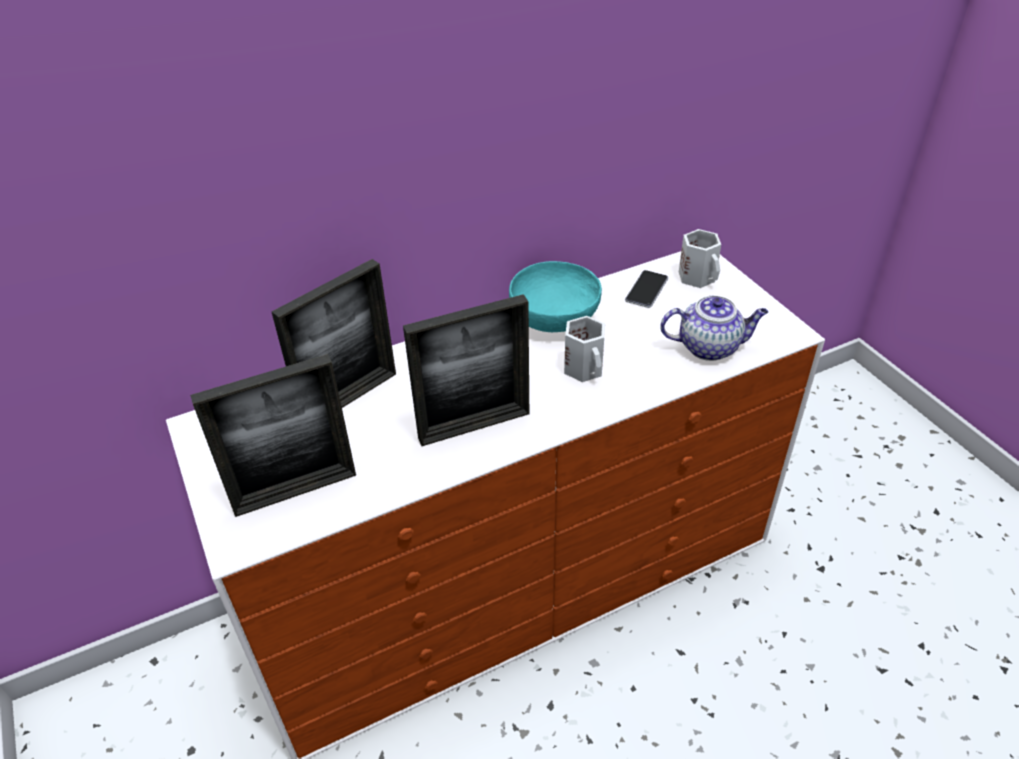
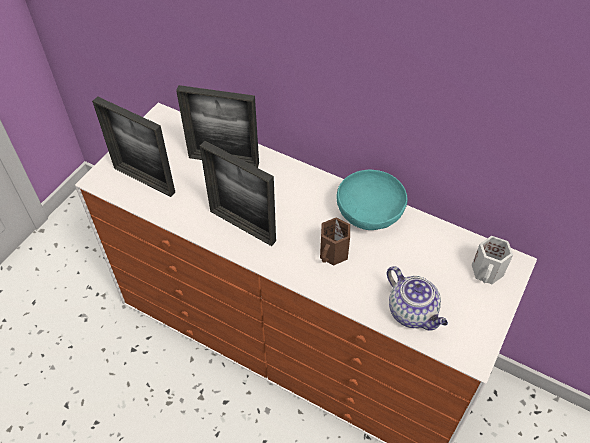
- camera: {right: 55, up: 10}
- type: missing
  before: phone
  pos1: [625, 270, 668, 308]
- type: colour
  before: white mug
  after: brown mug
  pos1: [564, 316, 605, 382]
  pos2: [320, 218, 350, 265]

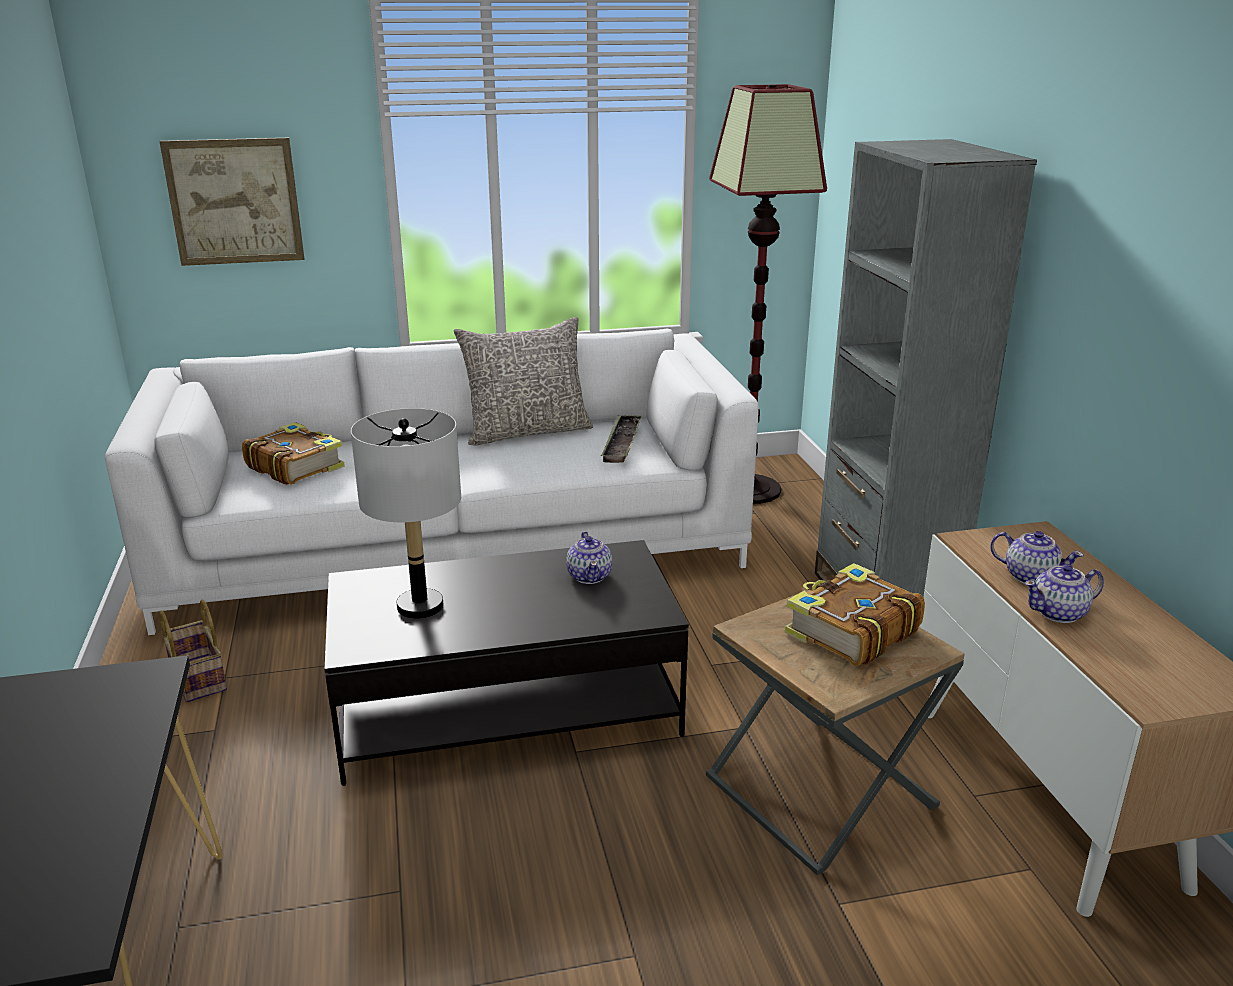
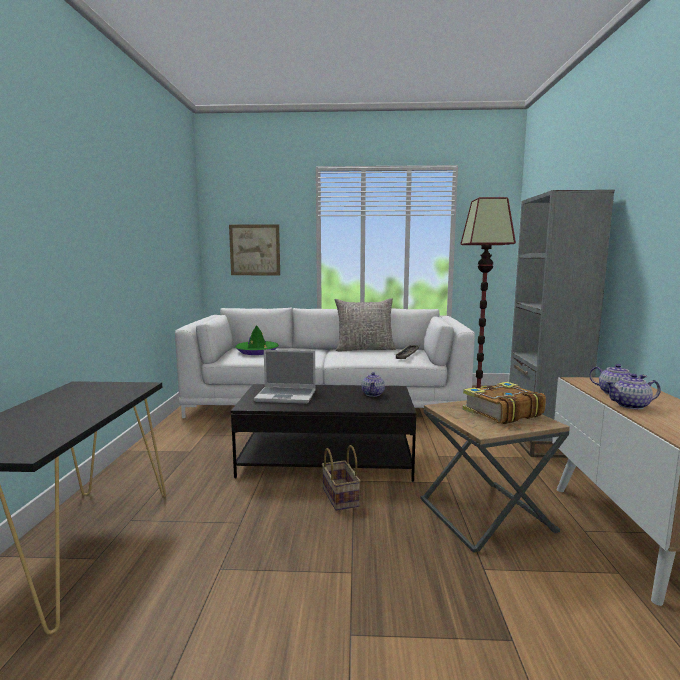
- camera: {right: 15, up: -15}
- type: relocated
  before: basket
  pos1: [159, 599, 227, 703]
  pos2: [322, 445, 361, 511]
- type: exchanged
  before: book
  after: green hat
  pos1: [242, 422, 345, 485]
  pos2: [235, 325, 279, 355]
- type: exchanged
  before: grey table lamp
  after: laptop
  pos1: [351, 408, 461, 619]
  pos2: [254, 350, 316, 404]

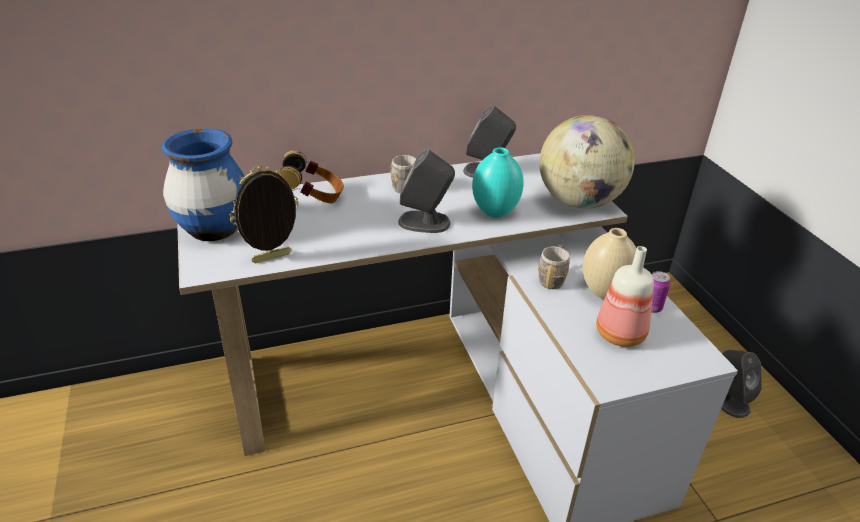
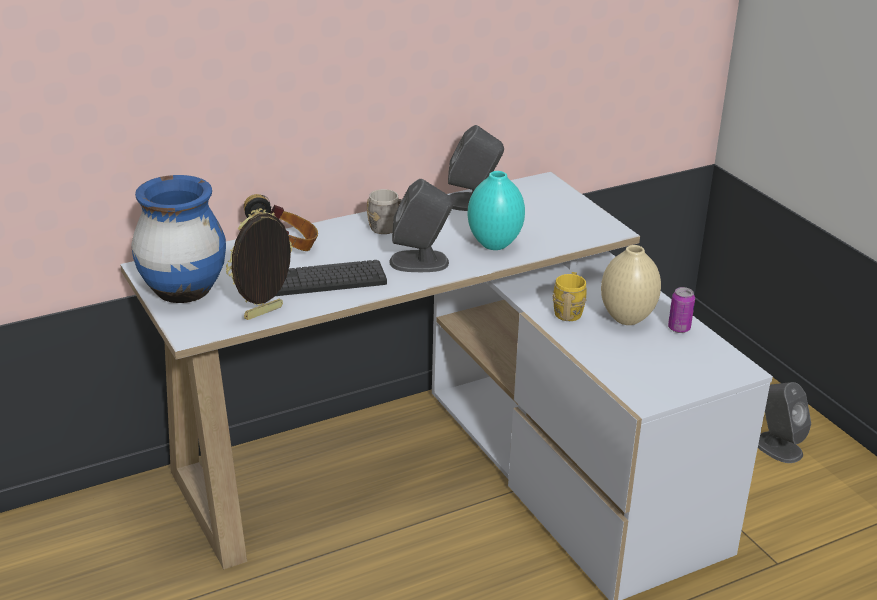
- camera: {right: -10, up: -5}
- type: missing
  before: globe
  pos1: [539, 115, 635, 209]
- type: missing
  before: bottle
  pos1: [596, 246, 654, 347]
- type: appeared
  after: keyboard
  pos2: [275, 260, 387, 296]
- type: colour
  before: grey mug
  after: yellow mug
  pos1: [538, 244, 570, 289]
  pos2: [552, 272, 586, 321]

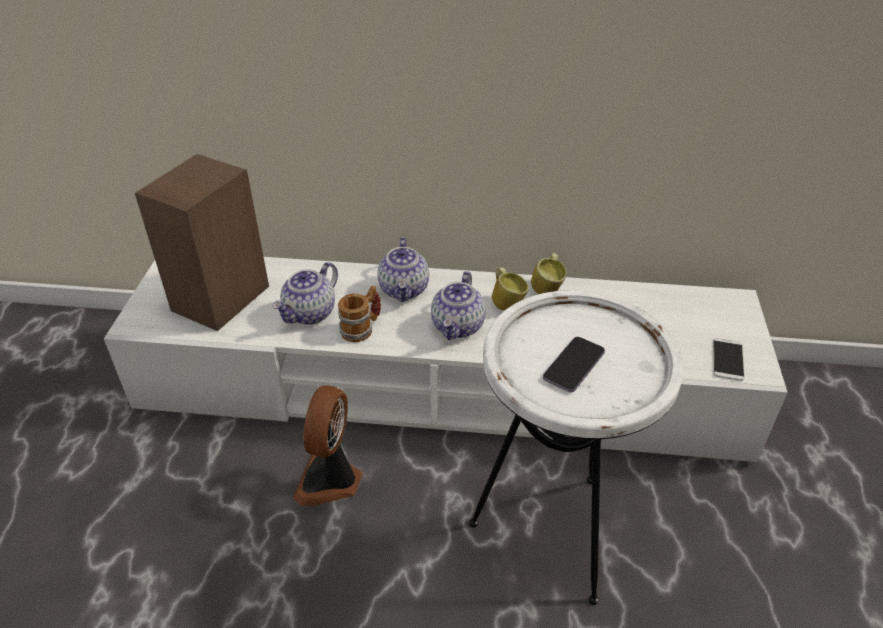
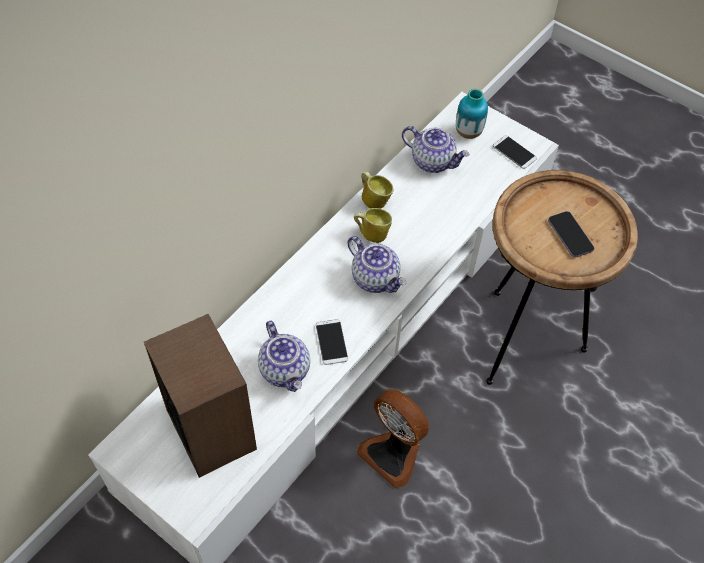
- camera: {right: -60, up: 15}
- type: appeared
  after: vase
  pos2: [456, 89, 488, 139]
- type: relocated
  before: teapot
  pos1: [378, 237, 429, 302]
  pos2: [402, 126, 470, 173]
- type: exchanged
  before: mug
  after: phone
  pos1: [338, 285, 381, 342]
  pos2: [316, 319, 348, 365]
- type: colour
  before: white side table
  after: brown side table
  pos1: [469, 290, 683, 605]
  pos2: [486, 170, 638, 385]

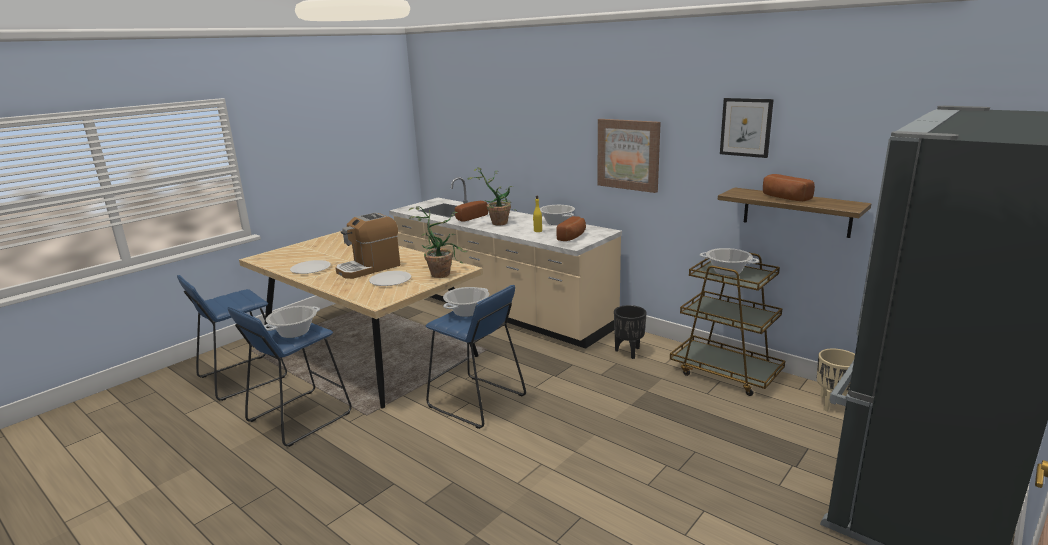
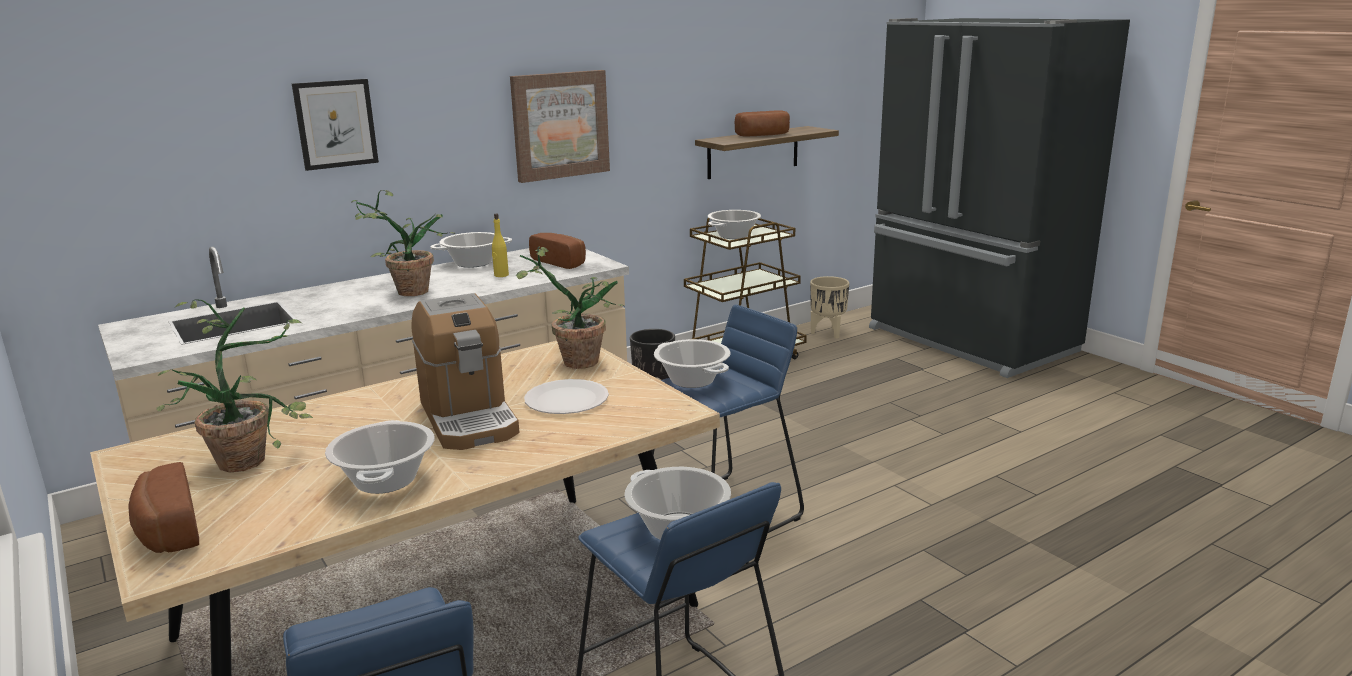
- camera: {right: -75, up: 0}
- type: appeared
  after: potted plant
  pos2: [156, 299, 313, 473]
- type: relocated
  before: bread
  pos1: [455, 201, 488, 222]
  pos2: [128, 462, 199, 553]
- type: relocated
  before: picture
  pos1: [720, 98, 774, 158]
  pos2: [292, 79, 379, 171]
- type: exchanged
  before: white plate
  after: cooking pot
  pos1: [290, 260, 331, 274]
  pos2: [325, 420, 435, 494]

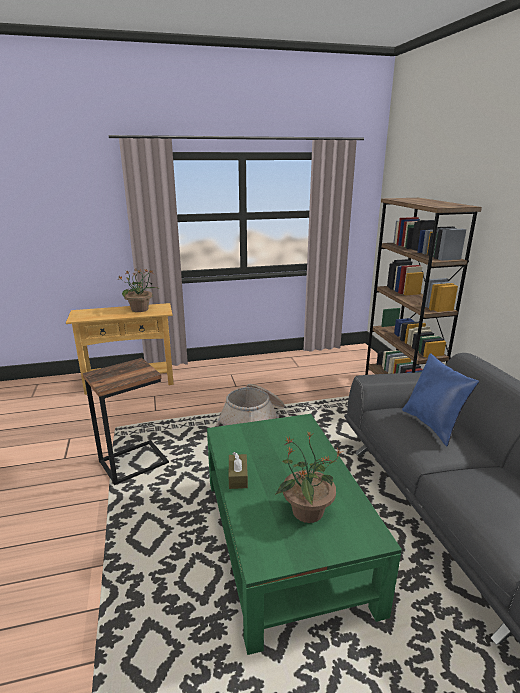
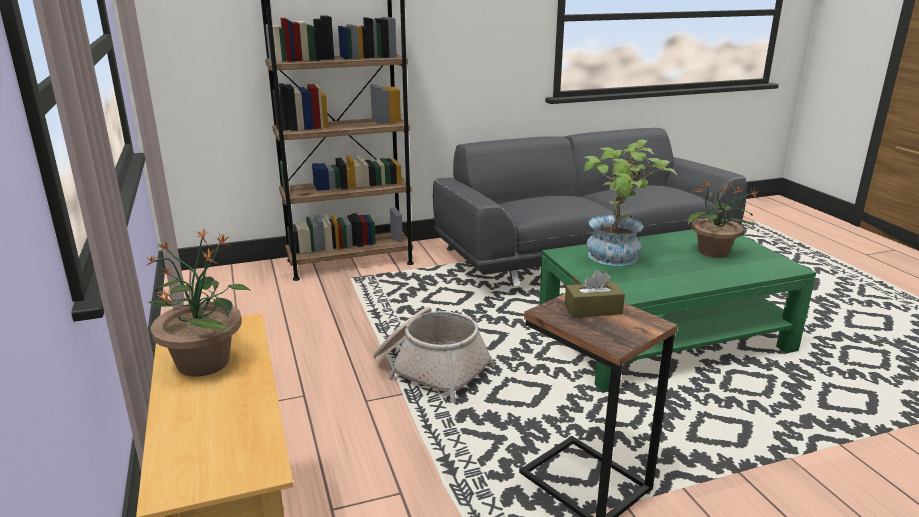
- camera: {right: -95, up: 0}
- type: missing
  before: blue pillow
  pos1: [402, 353, 479, 446]
- type: appeared
  after: potted plant
  pos2: [584, 139, 677, 266]
- type: relocated
  before: brown tissue box
  pos1: [229, 452, 248, 489]
  pos2: [565, 270, 625, 318]

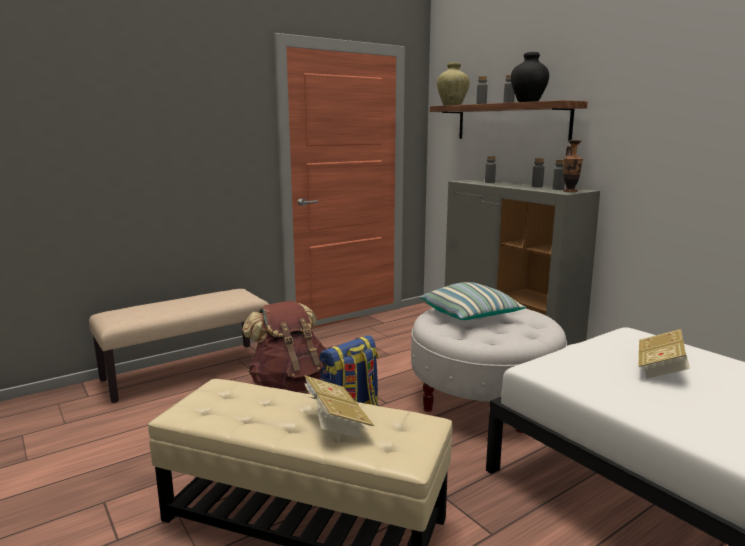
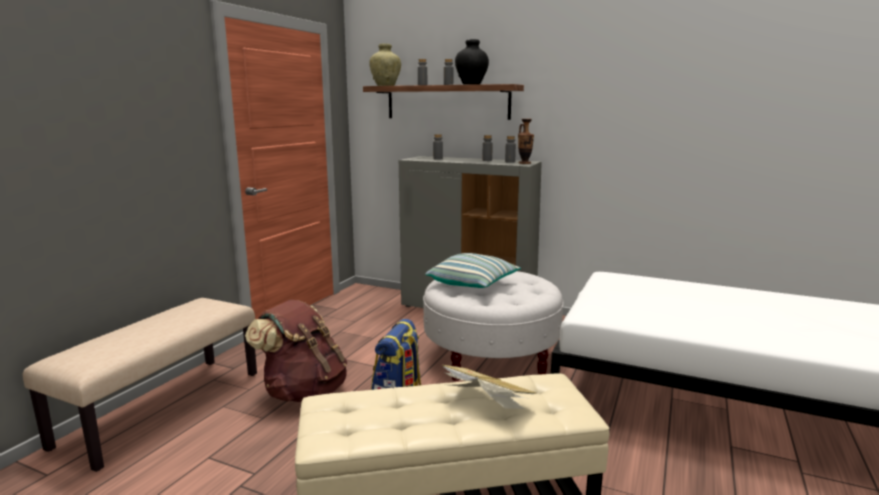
- camera: {right: -30, up: 0}
- type: missing
  before: book
  pos1: [638, 329, 690, 379]

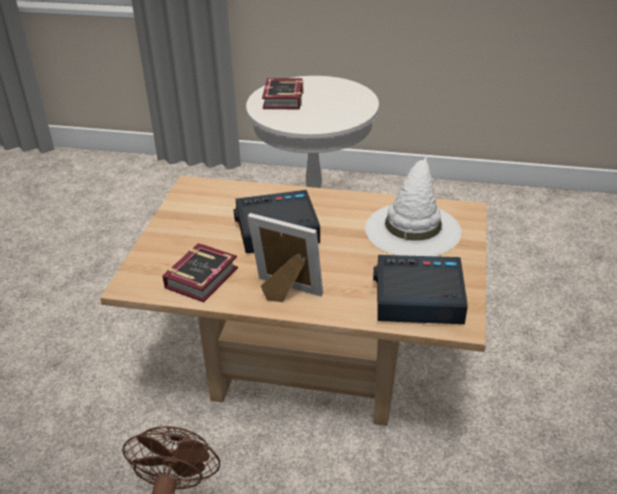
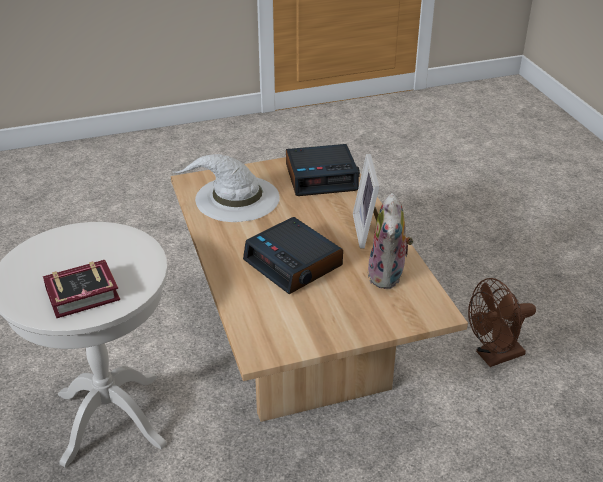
- camera: {right: -120, up: 0}
- type: exchanged
  before: book
  after: plush toy
  pos1: [163, 243, 238, 302]
  pos2: [368, 193, 414, 289]
- type: spun
  before: alarm clock
  pos1: [373, 255, 468, 324]
  pos2: [286, 144, 360, 196]
  turn: -75

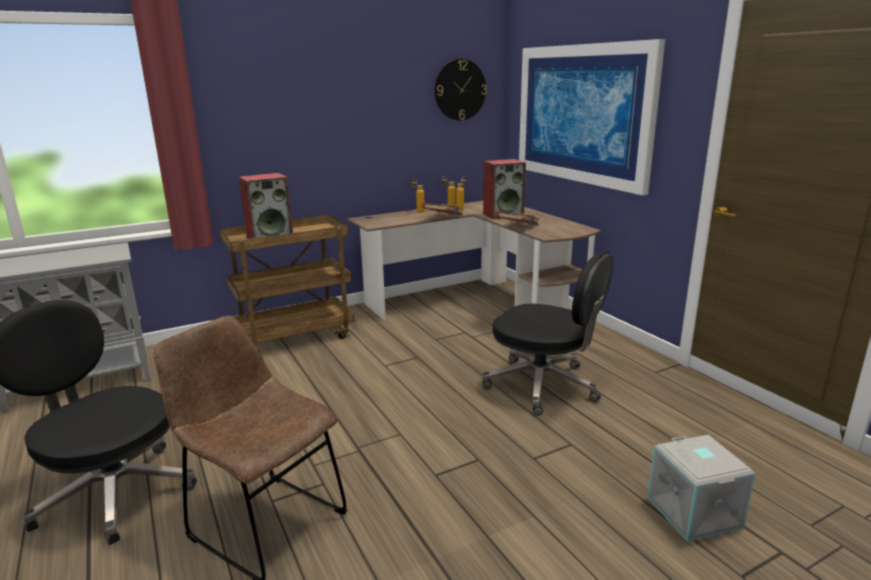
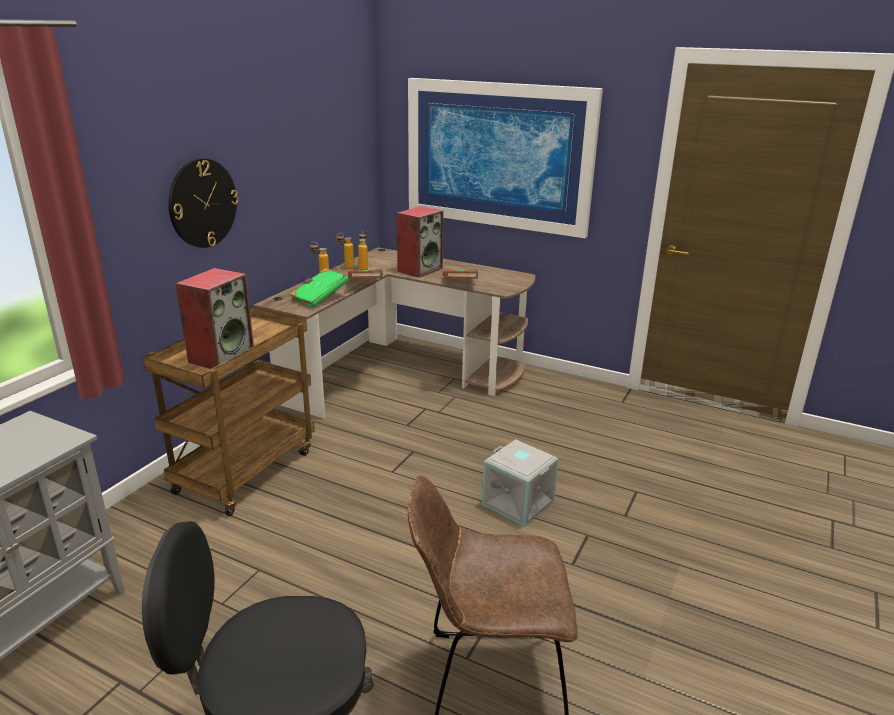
- camera: {right: -35, up: 5}
- type: missing
  before: black office chair
  pos1: [482, 250, 613, 416]
- type: appeared
  after: green book
  pos2: [289, 268, 349, 307]
- type: relocated
  before: wall clock
  pos1: [435, 59, 487, 120]
  pos2: [168, 158, 239, 248]
- type: relocated
  before: grey storage box
  pos1: [647, 435, 756, 542]
  pos2: [482, 439, 558, 527]

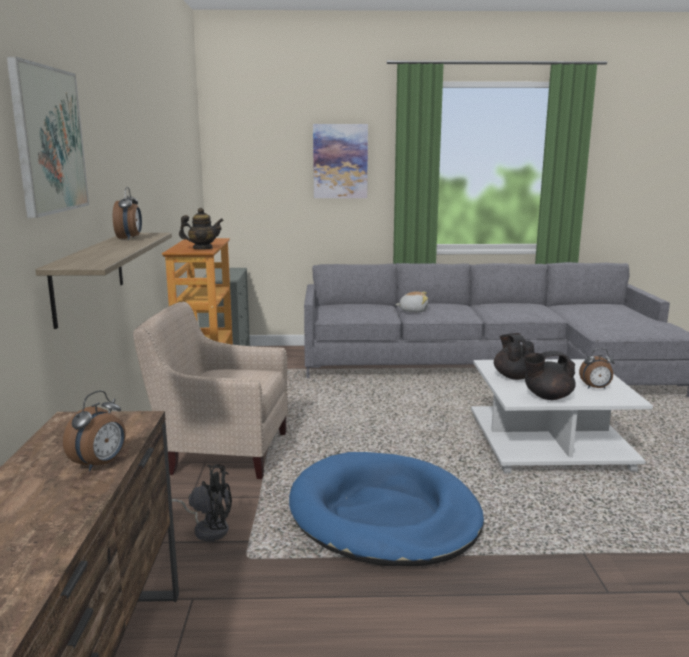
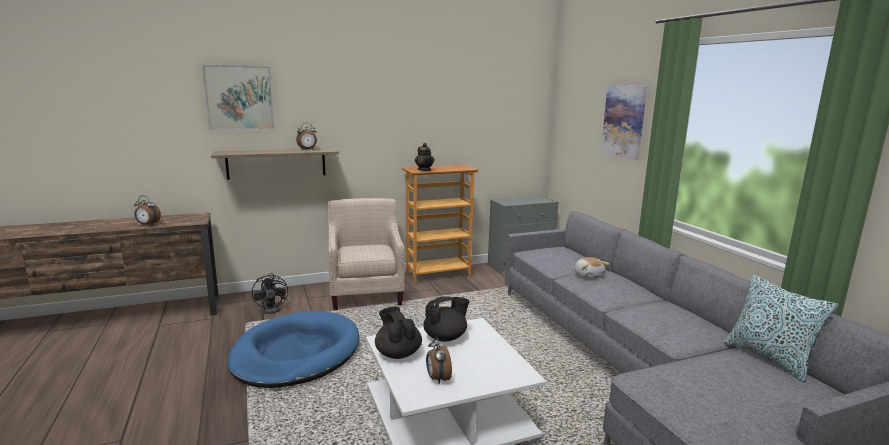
- camera: {right: 70, up: 0}
- type: appeared
  after: pillow
  pos2: [725, 275, 838, 382]

